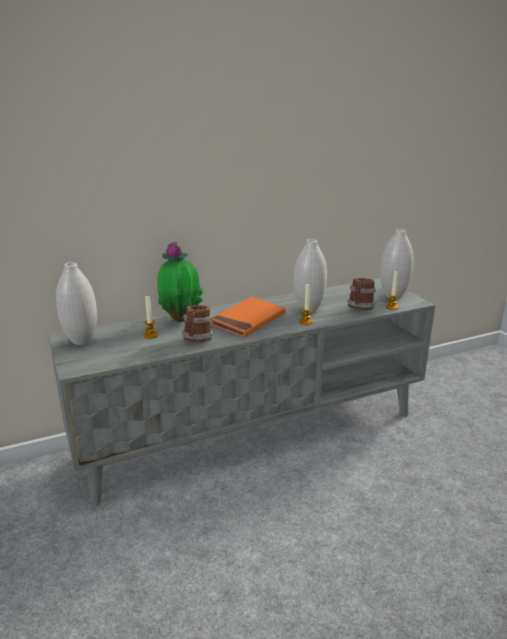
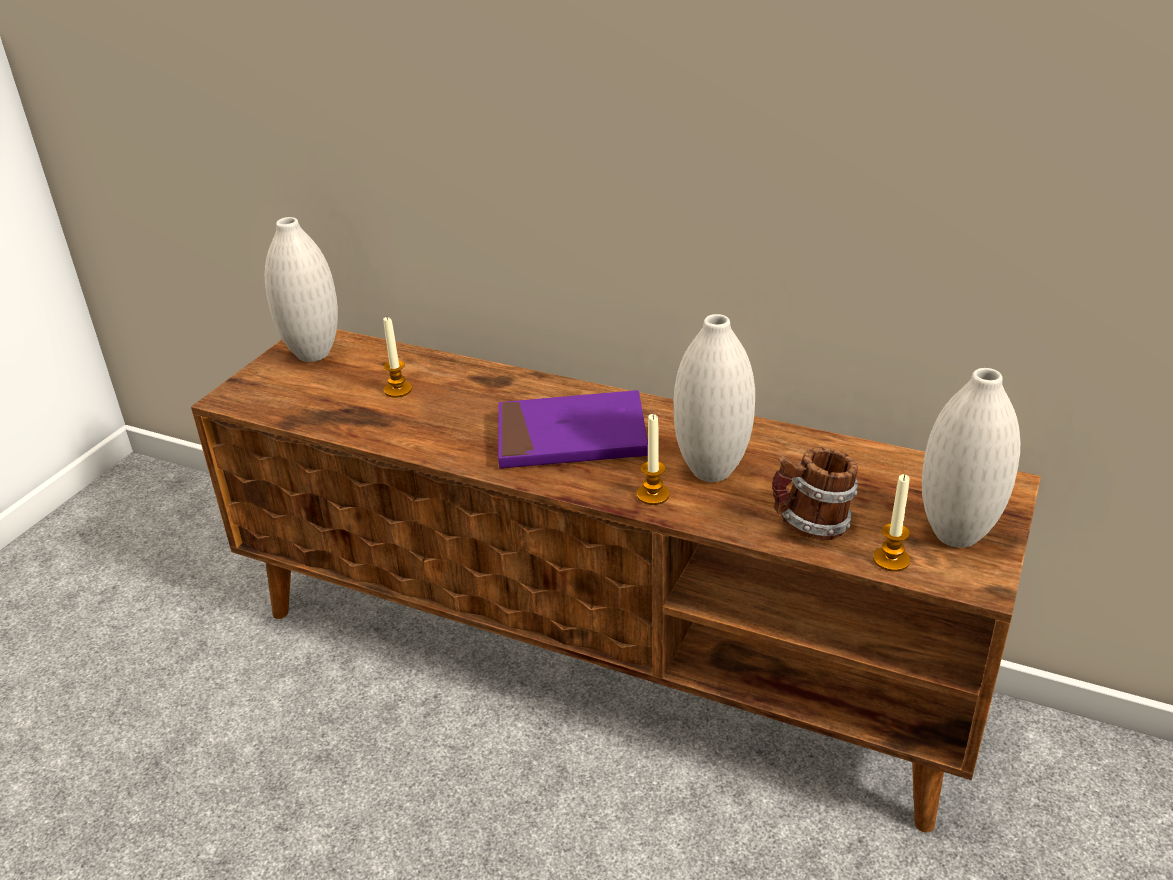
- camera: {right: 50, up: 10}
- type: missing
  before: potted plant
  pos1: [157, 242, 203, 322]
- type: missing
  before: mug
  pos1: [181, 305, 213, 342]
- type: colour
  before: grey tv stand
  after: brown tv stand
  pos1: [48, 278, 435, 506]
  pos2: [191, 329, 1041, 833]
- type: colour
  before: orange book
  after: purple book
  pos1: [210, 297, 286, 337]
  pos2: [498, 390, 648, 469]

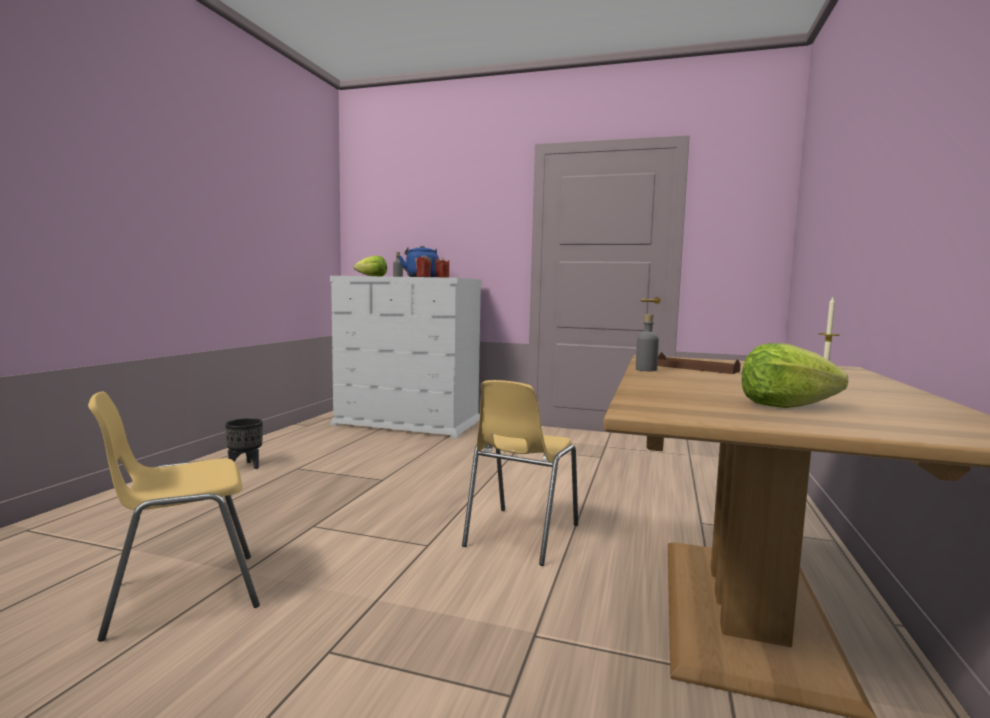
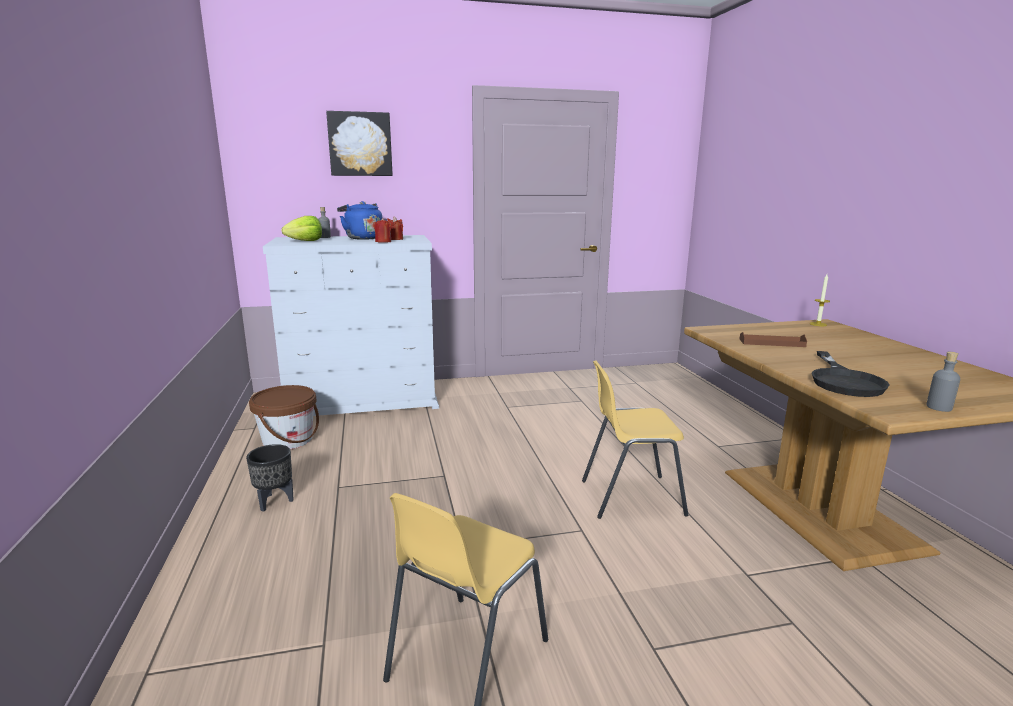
- camera: {right: -30, up: 10}
- type: missing
  before: lettuce
  pos1: [742, 343, 848, 408]
- type: appeared
  after: brown bucket
  pos2: [249, 385, 319, 450]
- type: appeared
  after: picture
  pos2: [326, 111, 393, 176]
- type: appeared
  after: black frying pan
  pos2: [812, 351, 889, 397]
- type: relocated
  before: grey bottle
  pos1: [636, 314, 659, 371]
  pos2: [926, 352, 960, 412]
- type: spun
  before: yellow chair
  pos1: [462, 380, 578, 566]
  pos2: [582, 360, 688, 519]
  turn: 90

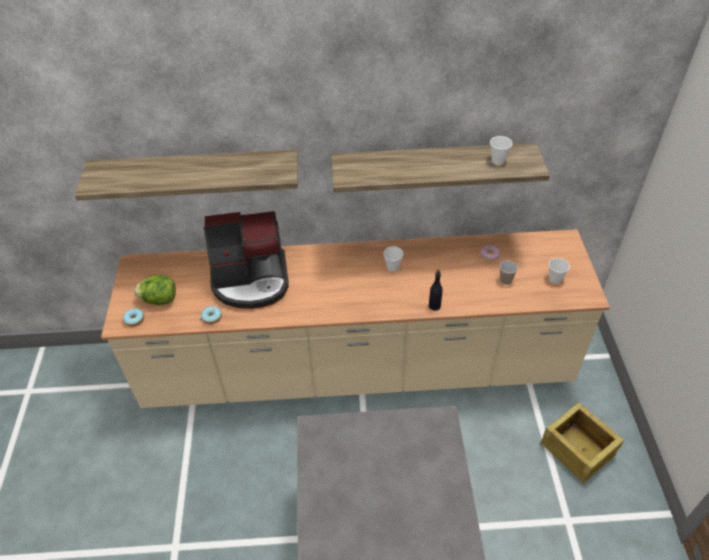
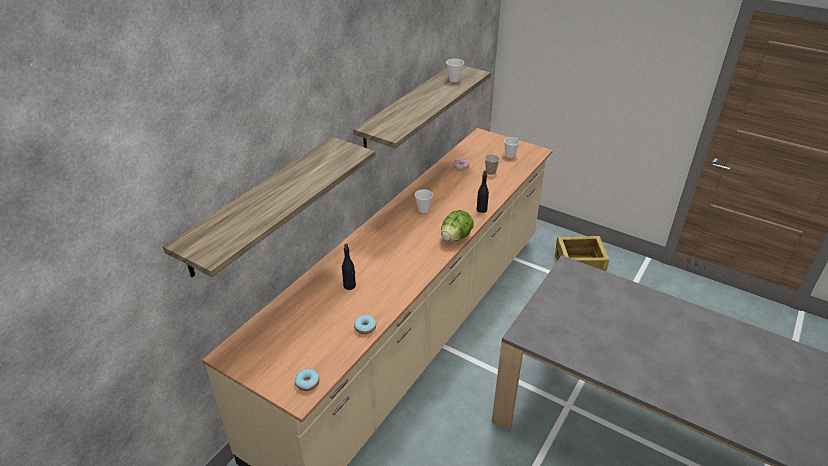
- camera: {right: -55, up: -10}
- type: relocated
  before: lettuce
  pos1: [134, 275, 176, 305]
  pos2: [441, 210, 474, 241]
- type: exchanged
  before: coffee machine
  after: black bottle
  pos1: [204, 211, 289, 309]
  pos2: [342, 244, 356, 290]

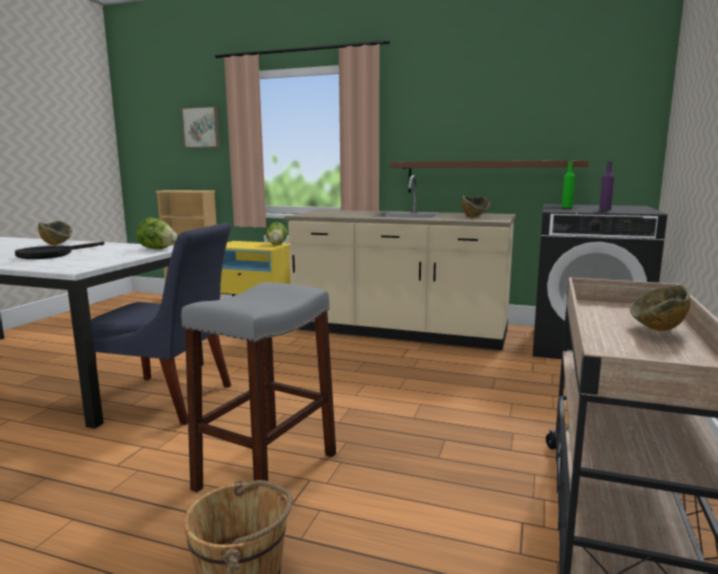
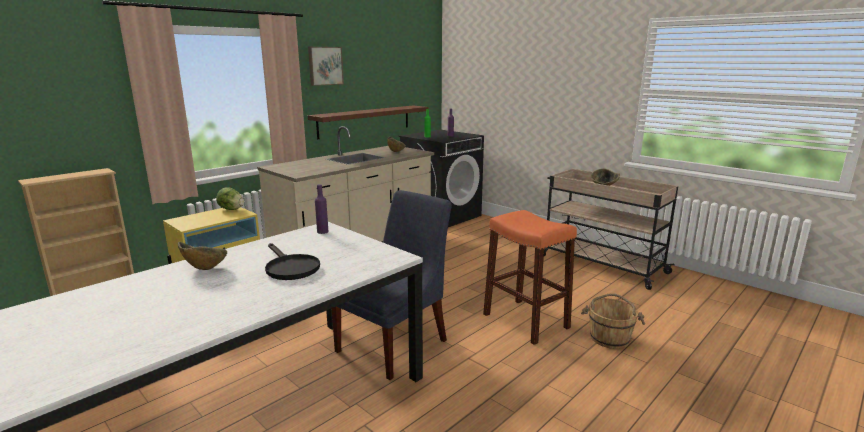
- camera: {right: -65, up: 5}
- type: relocated
  before: picture
  pos1: [181, 106, 220, 148]
  pos2: [308, 47, 344, 86]
- type: exchanged
  before: lettuce
  after: purple bottle
  pos1: [136, 217, 177, 249]
  pos2: [315, 184, 329, 234]
- type: colour
  before: grey stool
  after: orange stool
  pos1: [181, 282, 336, 493]
  pos2: [483, 210, 577, 345]

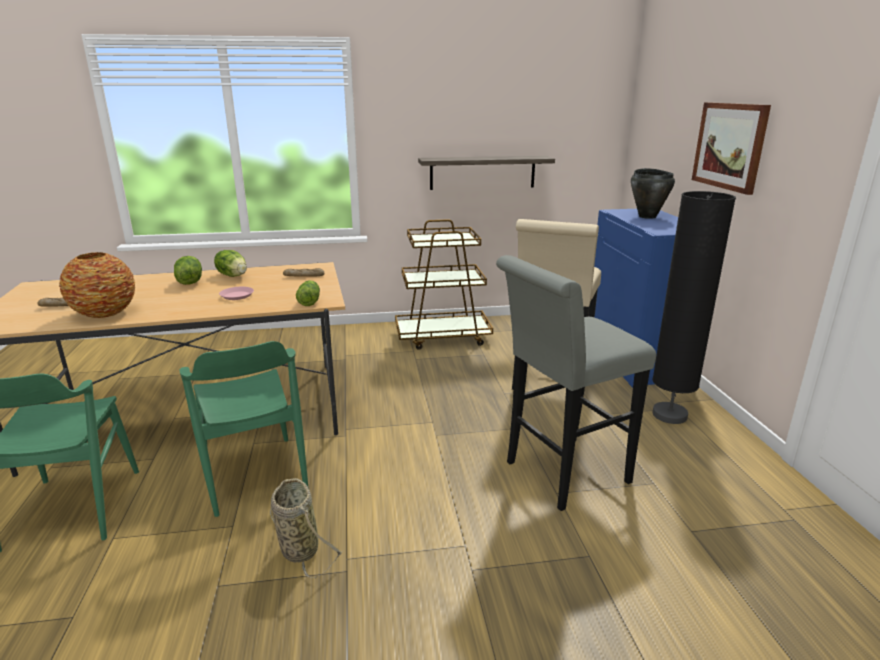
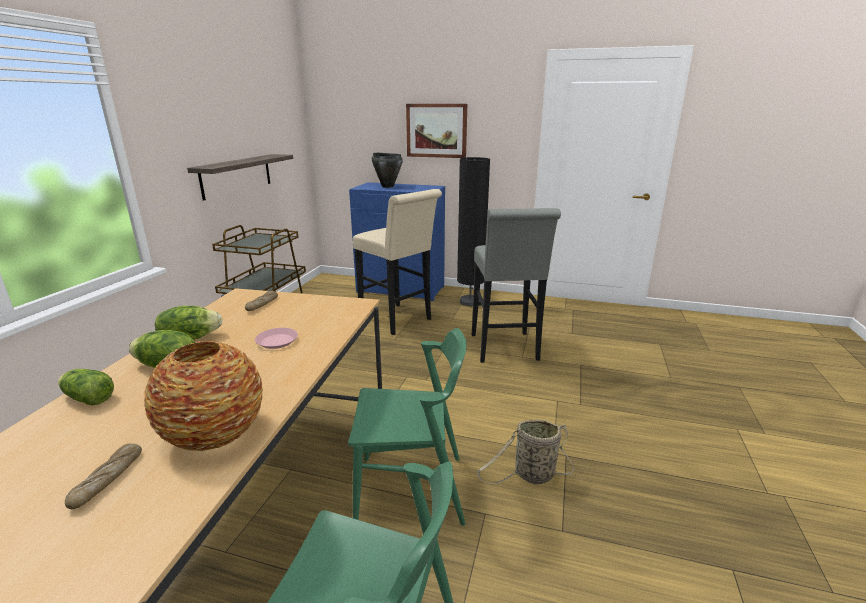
- camera: {right: -65, up: 0}
- type: relocated
  before: lettuce
  pos1: [296, 280, 320, 306]
  pos2: [58, 369, 114, 406]

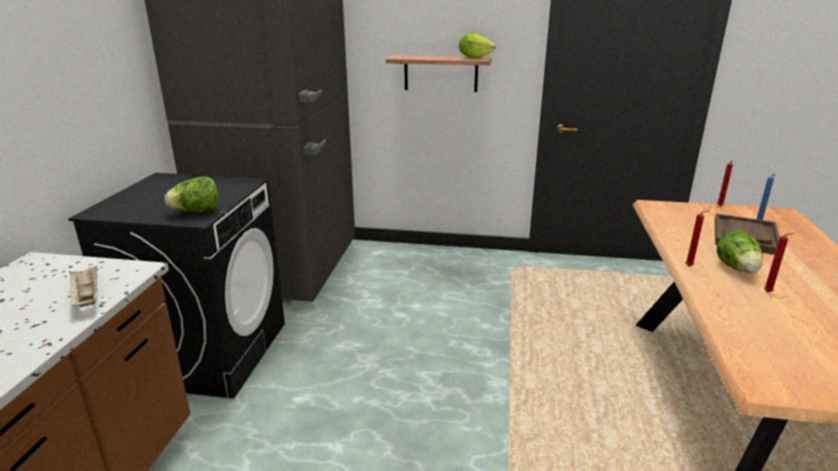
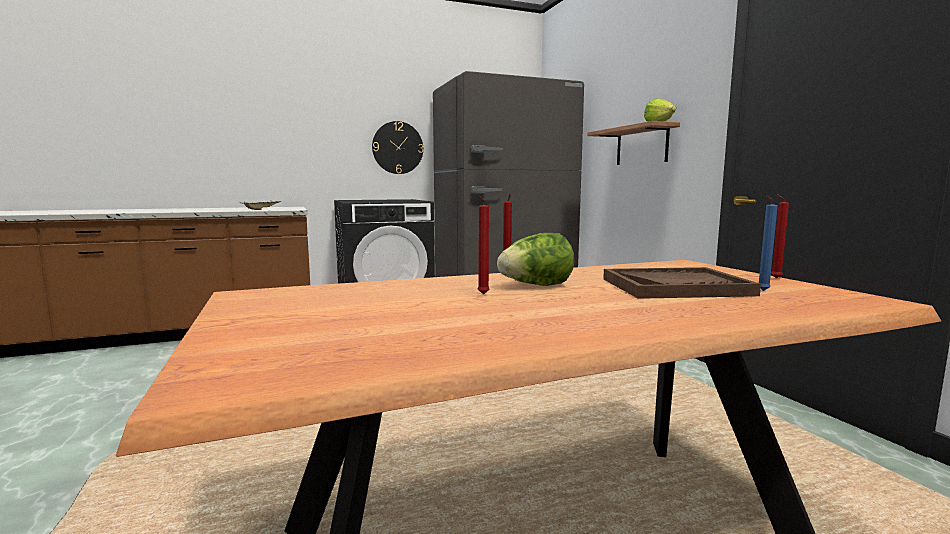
- camera: {right: 60, up: -15}
- type: missing
  before: lettuce
  pos1: [165, 176, 219, 212]
- type: appeared
  after: wall clock
  pos2: [372, 121, 423, 174]

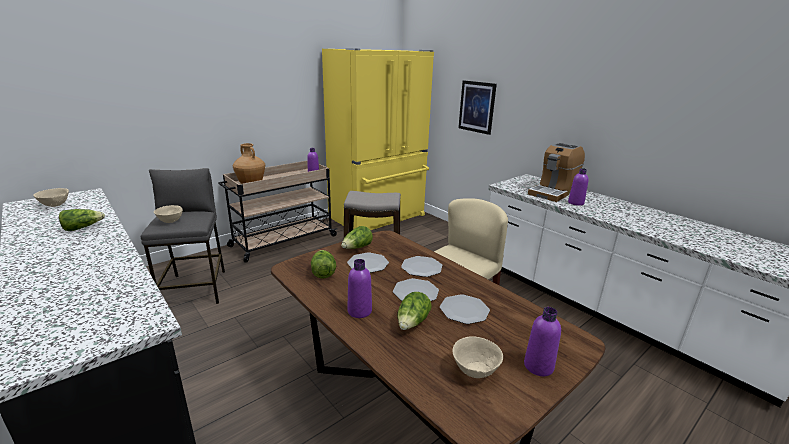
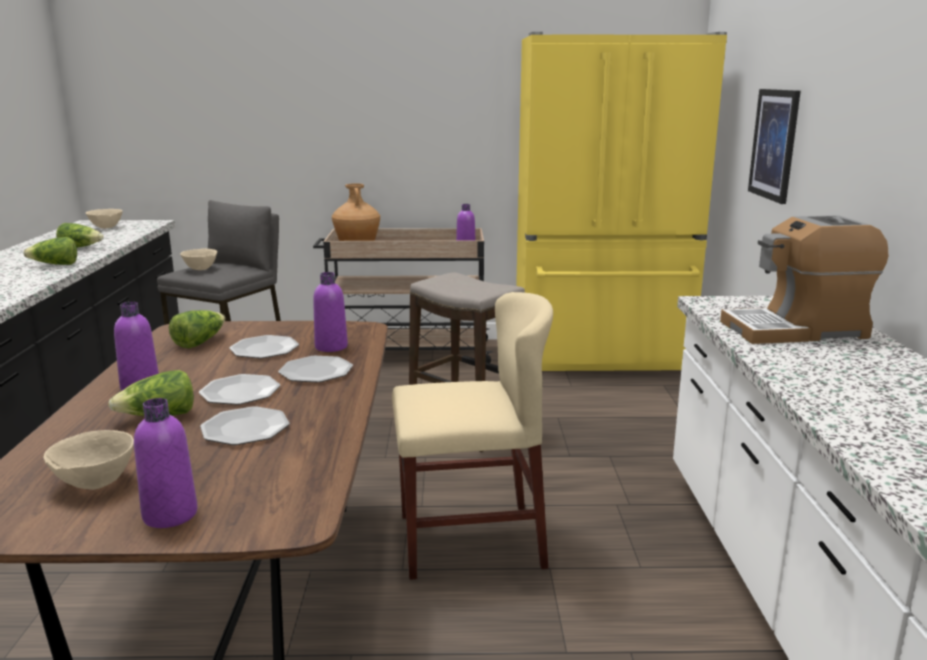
- camera: {right: 40, up: -5}
- type: relocated
  before: lettuce
  pos1: [341, 226, 373, 249]
  pos2: [23, 237, 77, 265]
- type: relocated
  before: purple bottle
  pos1: [568, 168, 589, 206]
  pos2: [313, 272, 348, 352]

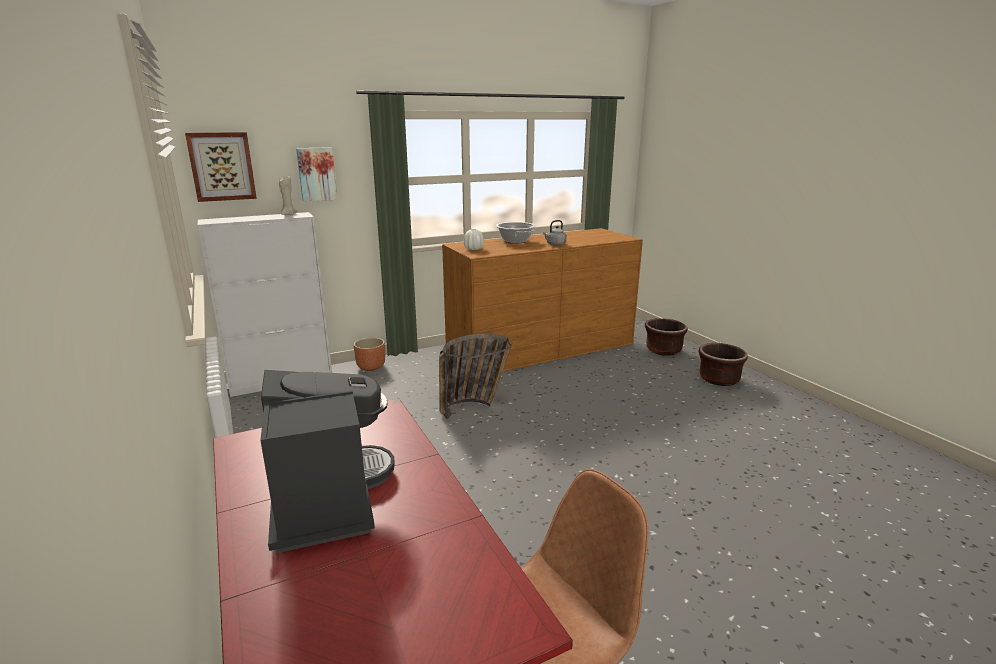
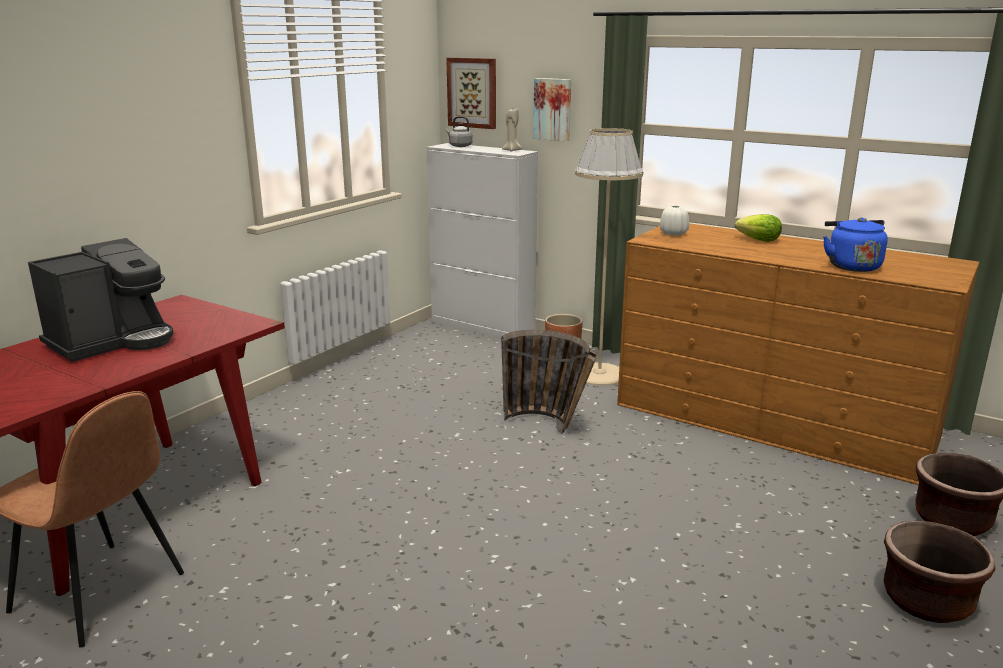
- camera: {right: 60, up: 0}
- type: appeared
  after: beige floor lamp
  pos2: [575, 128, 644, 385]
- type: appeared
  after: blue kettle
  pos2: [823, 217, 888, 272]
- type: relocated
  before: grey kettle
  pos1: [543, 220, 567, 246]
  pos2: [446, 116, 473, 147]
- type: exchanged
  before: cooking pot
  after: lettuce
  pos1: [496, 222, 536, 243]
  pos2: [735, 214, 782, 242]

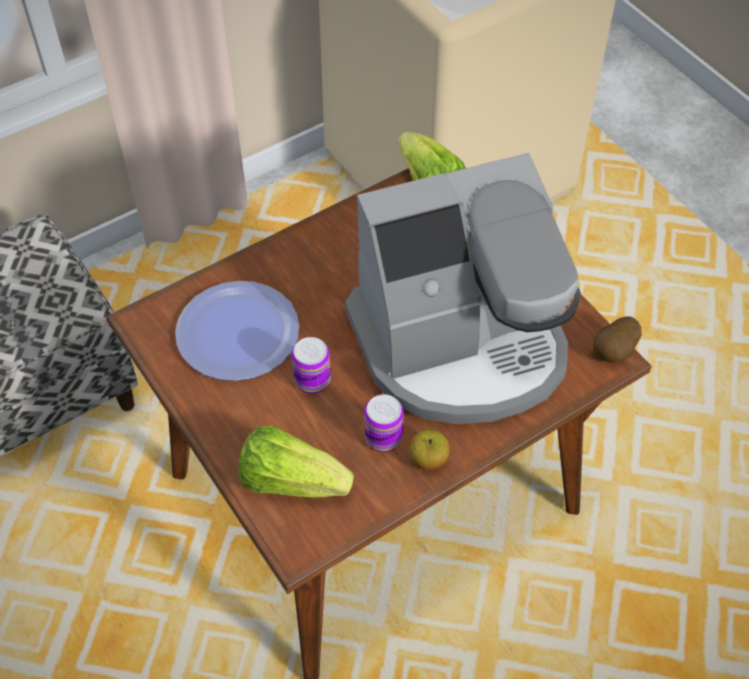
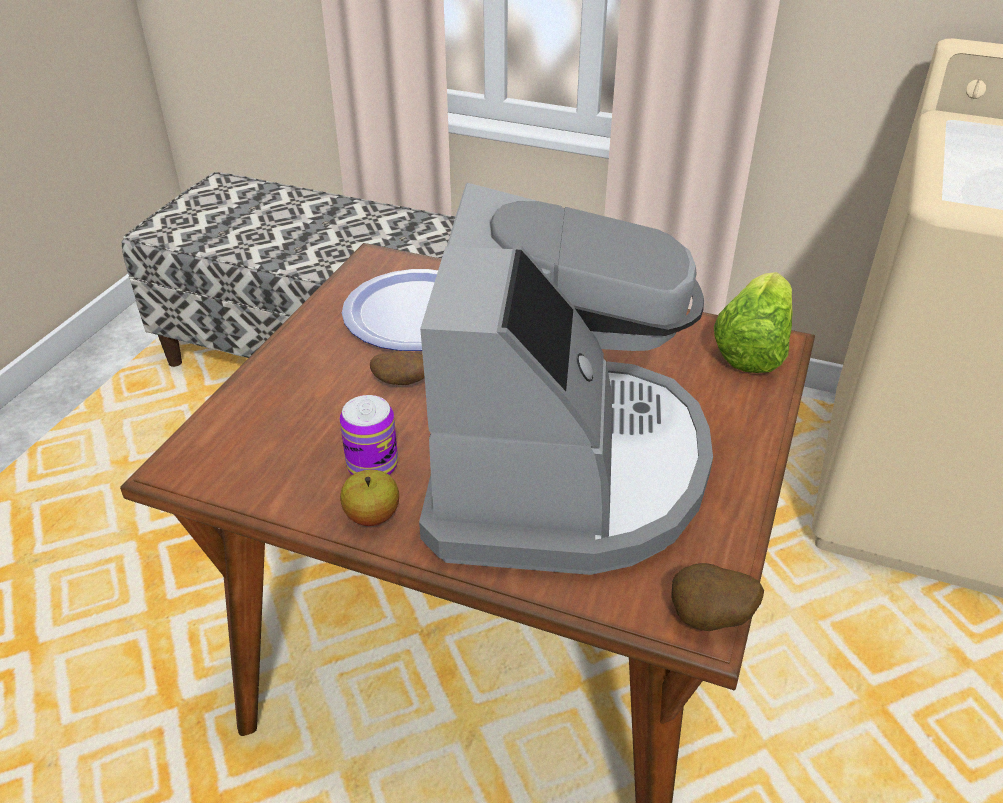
- camera: {right: 55, up: -15}
- type: missing
  before: lettuce
  pos1: [238, 426, 354, 498]
- type: exchanged
  before: can
  after: potato
  pos1: [292, 337, 331, 394]
  pos2: [370, 351, 425, 385]
- type: spun
  before: coffee machine
  pos1: [345, 153, 581, 424]
  pos2: [419, 183, 713, 575]
  turn: -120

